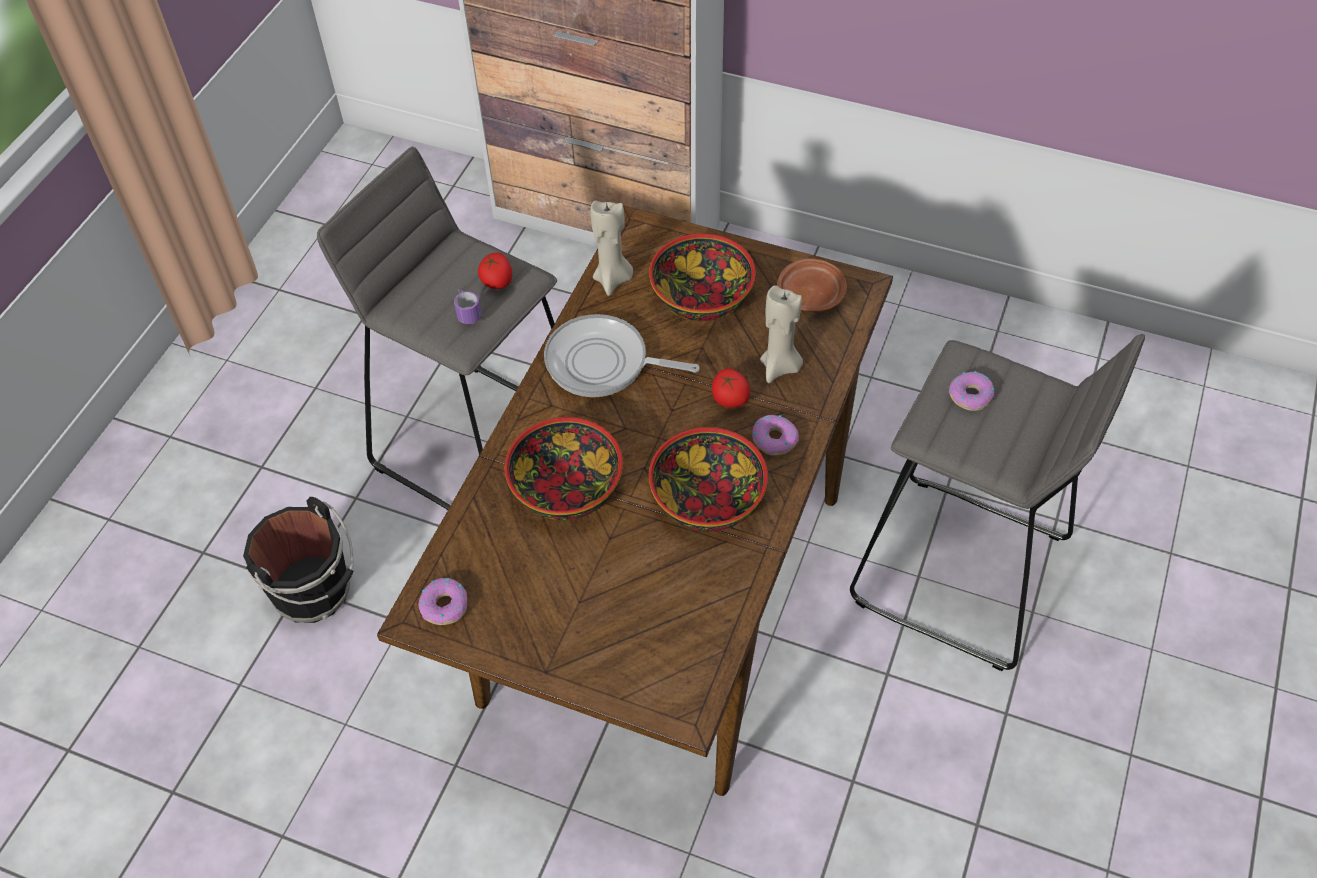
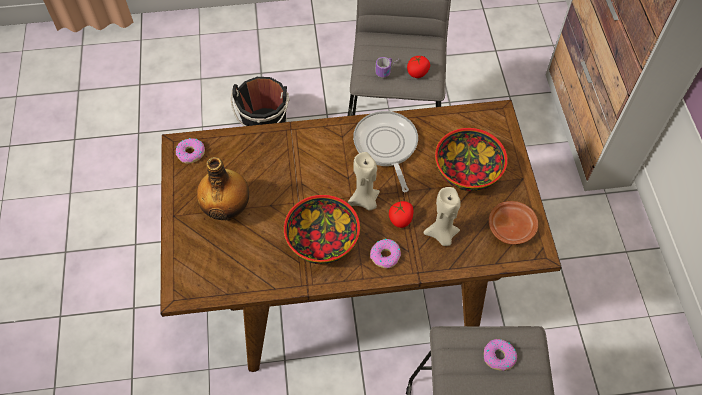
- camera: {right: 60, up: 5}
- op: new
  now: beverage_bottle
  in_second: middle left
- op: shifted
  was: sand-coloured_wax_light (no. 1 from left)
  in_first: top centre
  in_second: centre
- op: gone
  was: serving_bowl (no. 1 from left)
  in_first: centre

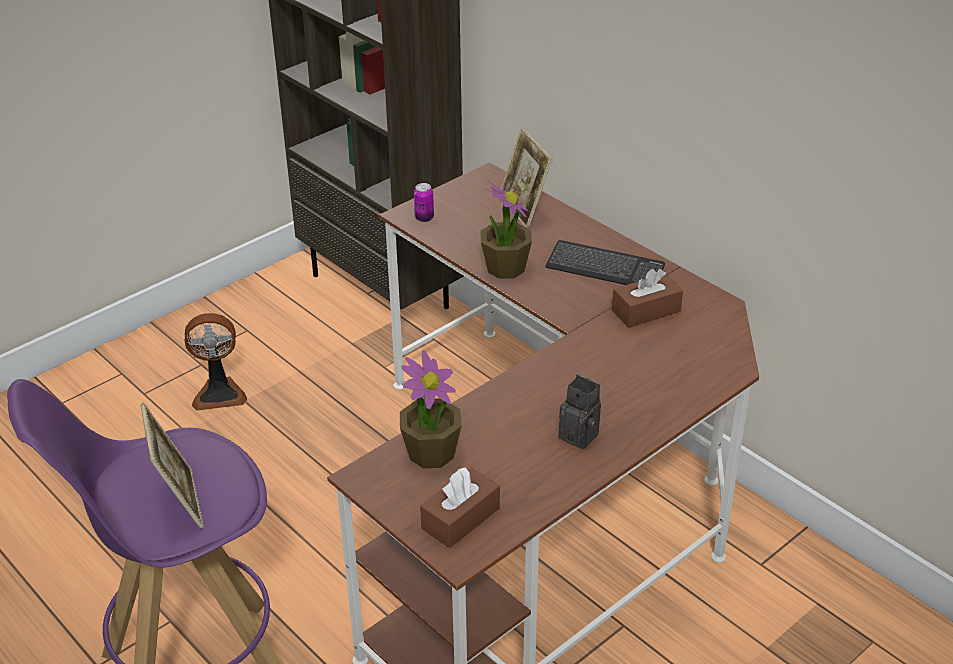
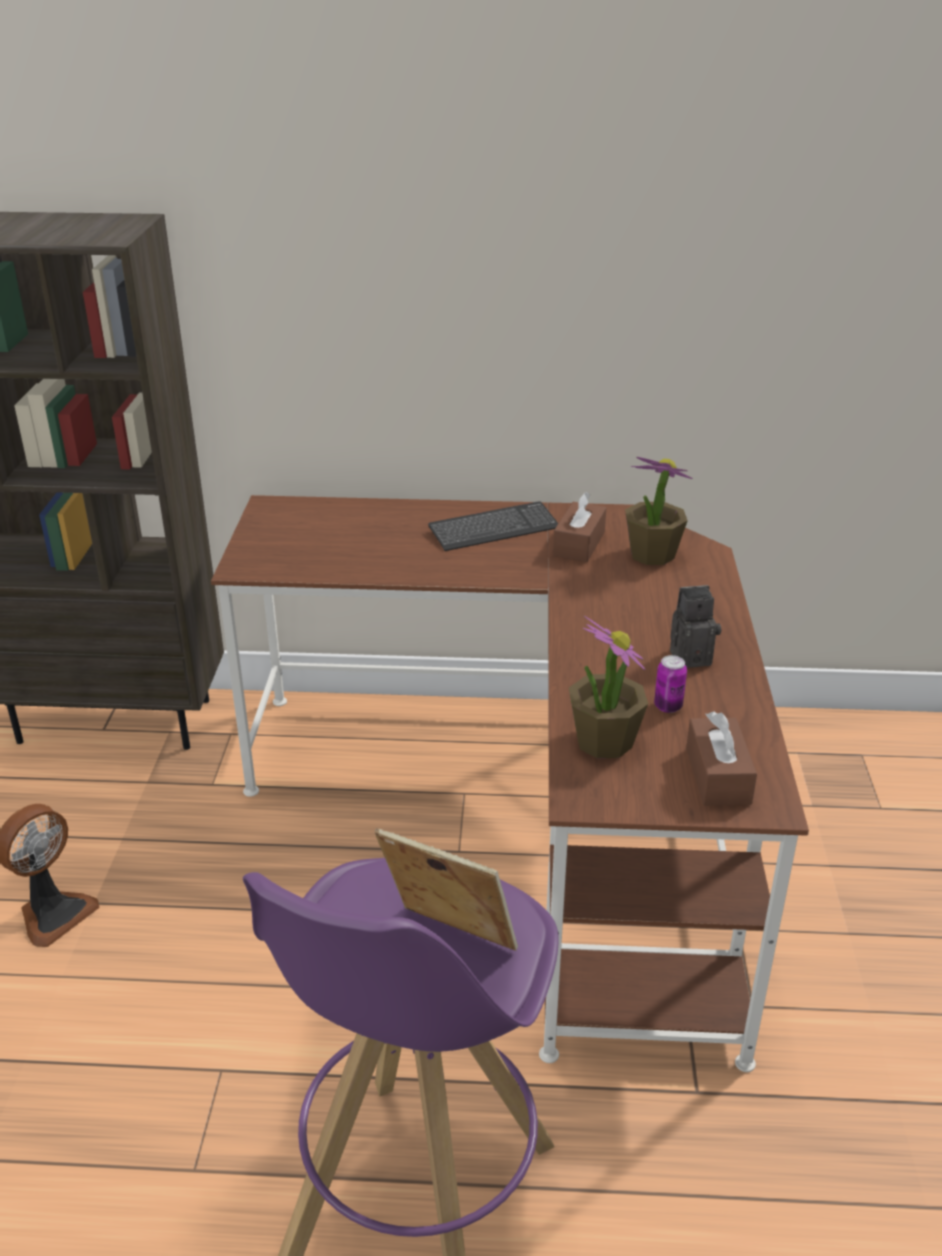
- camera: {right: -45, up: -5}
- op: shifted
  was: potted_plant (no. 2 from left)
  in_first: centre
  in_second: middle right
- op: shifted
  was: metal_can
  in_first: top centre
  in_second: middle right
- op: gone
  was: photo_frame (no. 2 from left)
  in_first: top centre

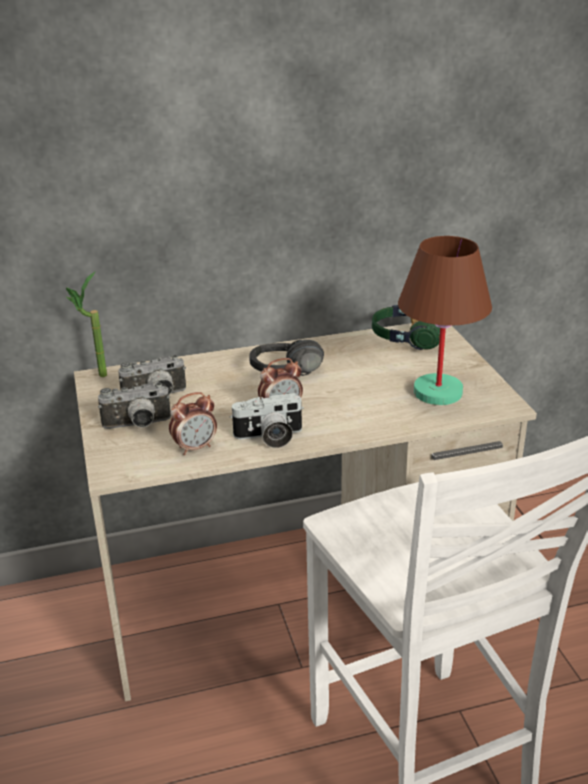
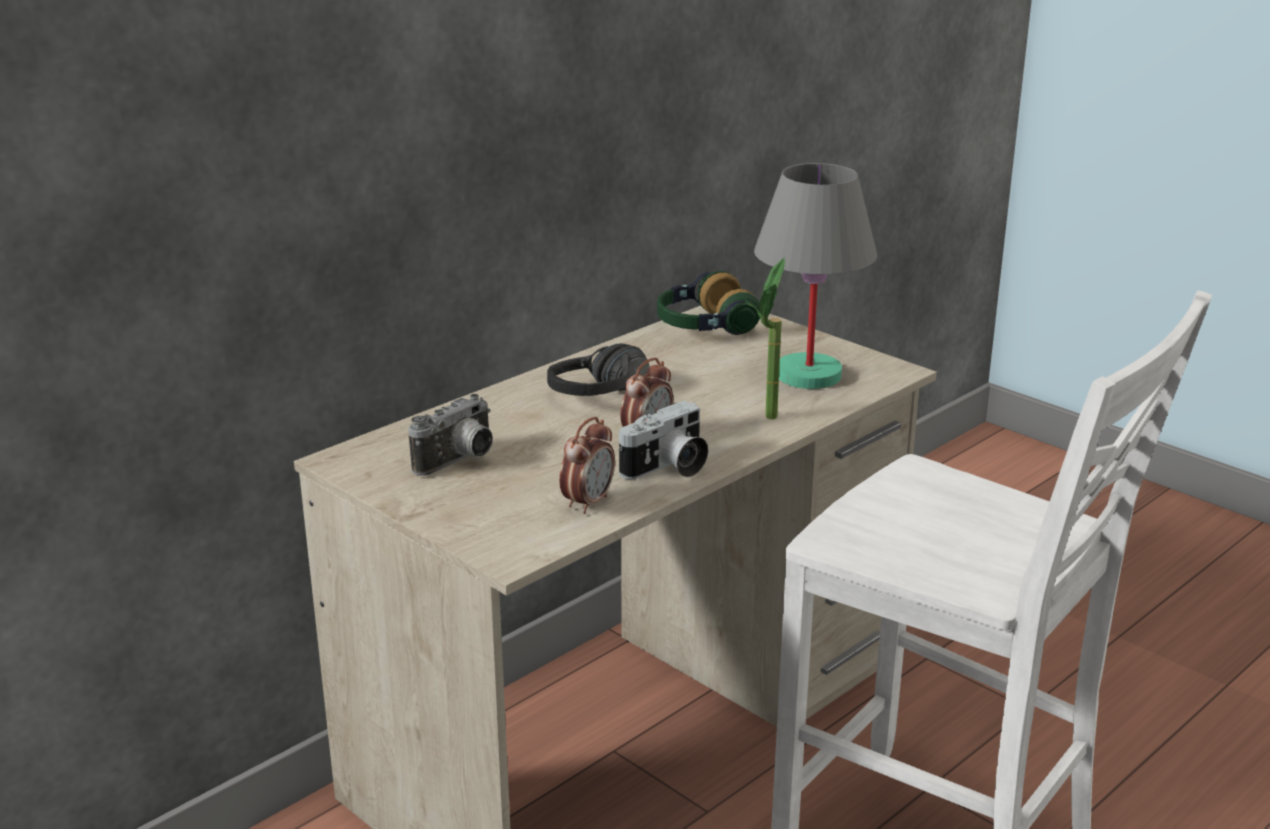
- camera: {right: -30, up: -5}
- op: shifted
  was: potted_plant
  in_first: middle left
  in_second: centre
- op: repainted
  was: brown-coloured_lamp_for_a_table
  now: greyish_lamp_for_a_table
  in_first: middle right
  in_second: top centre
- op: gone
  was: still_camera (no. 1 from left)
  in_first: middle left

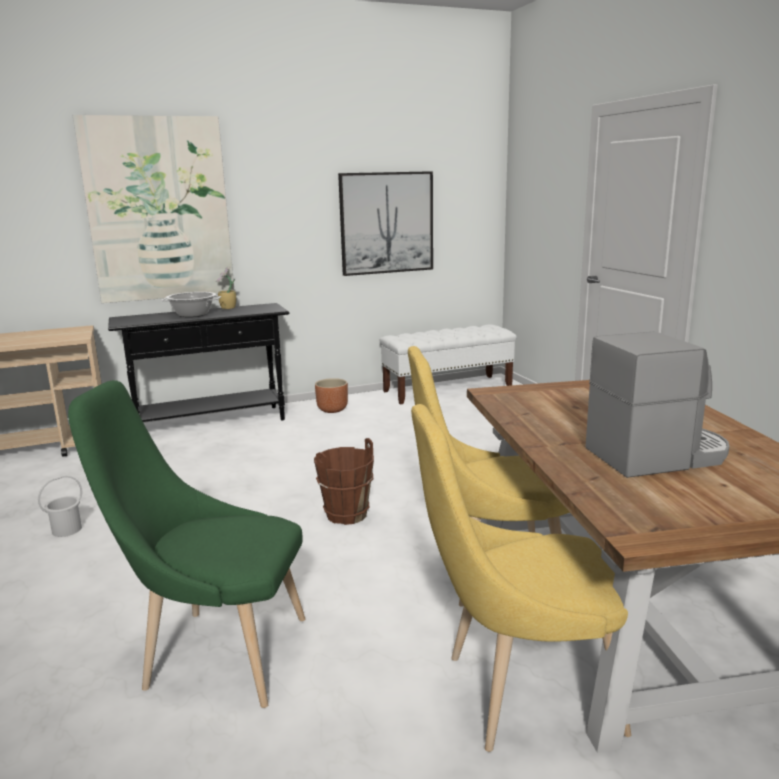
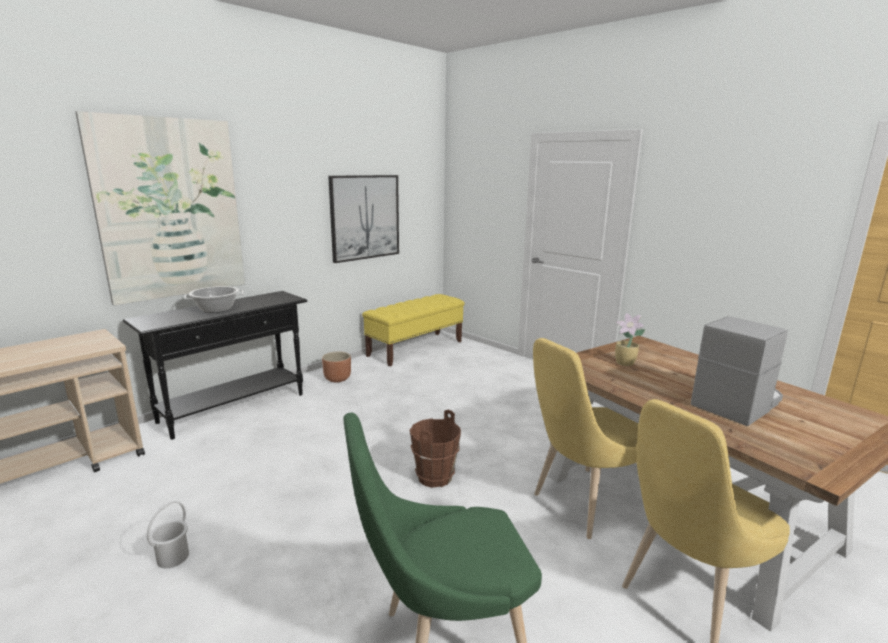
- camera: {right: -25, up: 0}
- op: repainted
  was: whitish_bench
  now: yellowish_bench
  in_first: centre
  in_second: centre
- op: shifted
  was: potted_plant
  in_first: middle left
  in_second: middle right

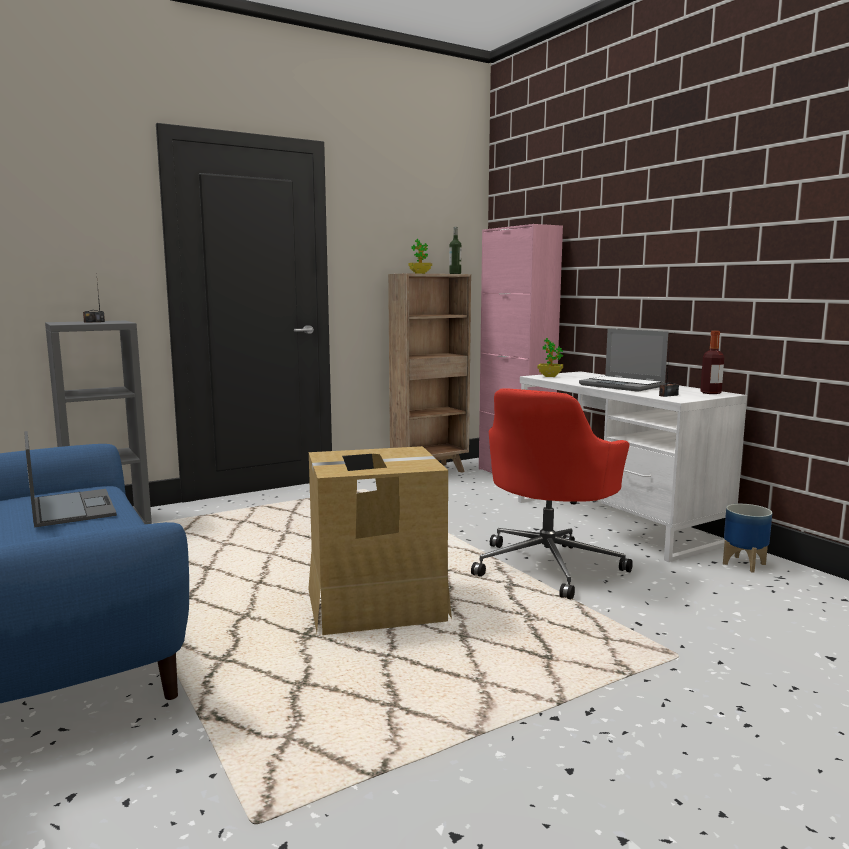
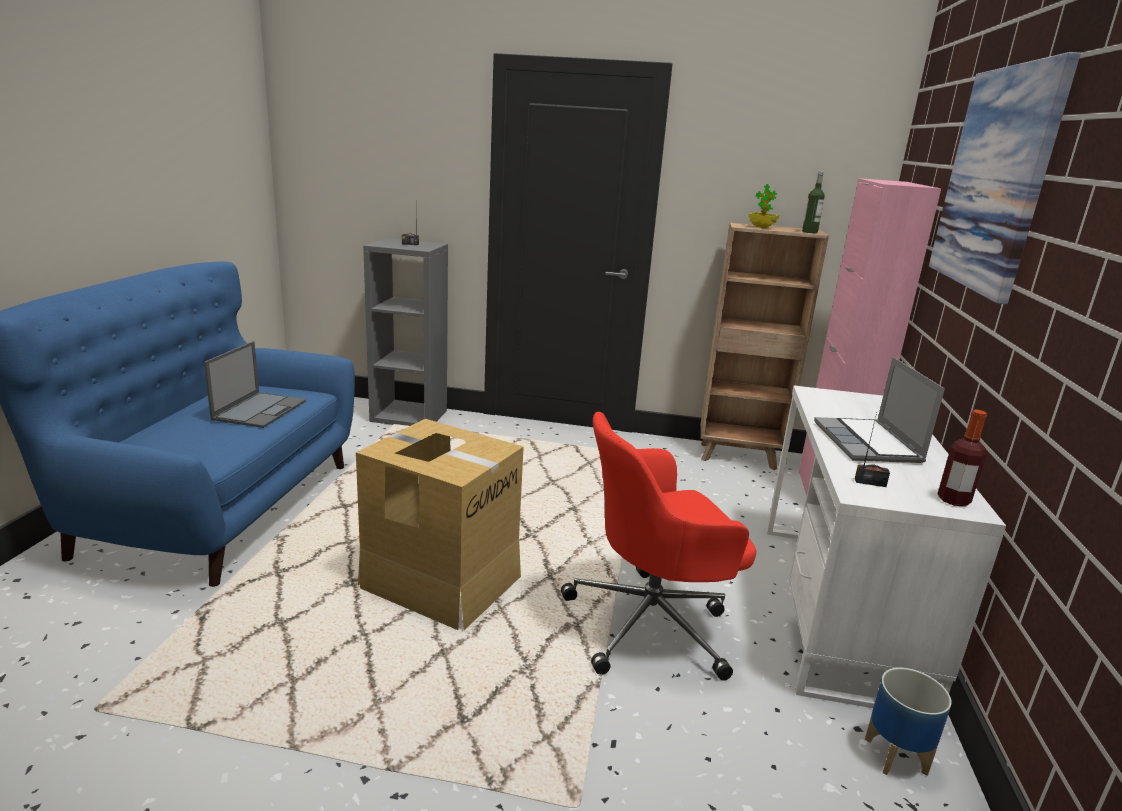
- camera: {right: 40, up: 10}
- op: new
  now: wall_art
  in_second: top right
- op: gone
  was: potted_plant (no. 2 from left)
  in_first: centre

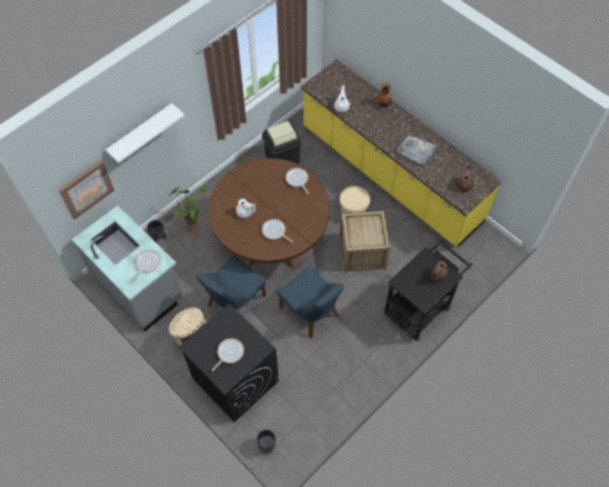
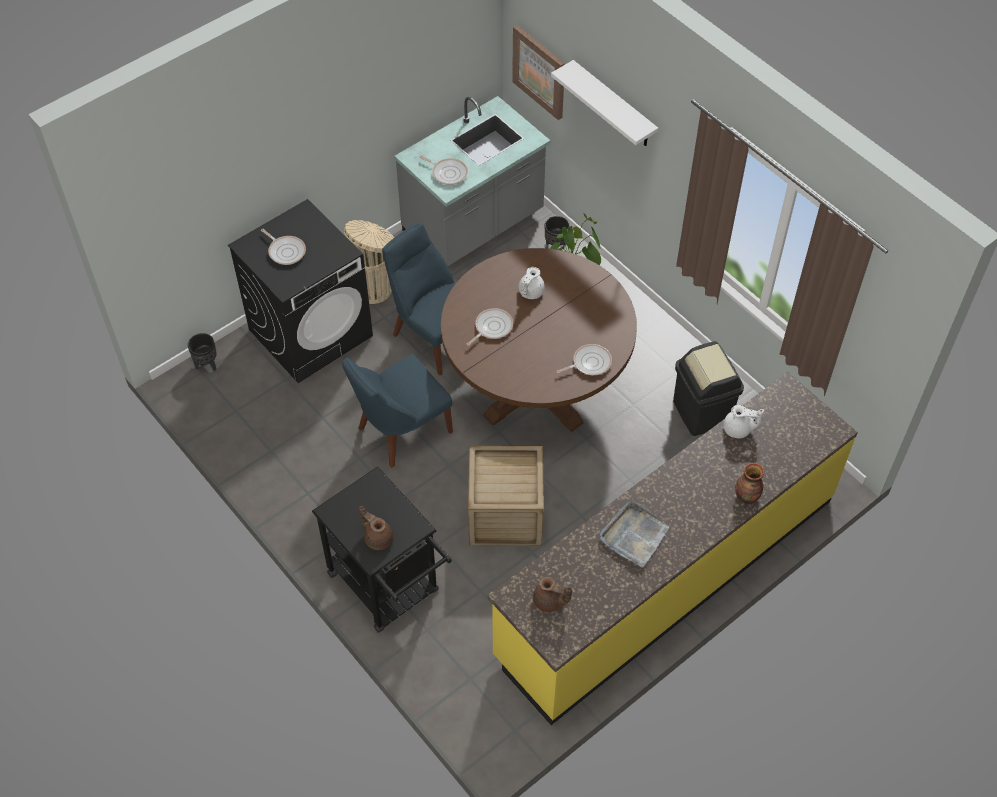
- camera: {right: 95, up: -5}
- op: gone
  was: sand-coloured_pail
  in_first: centre

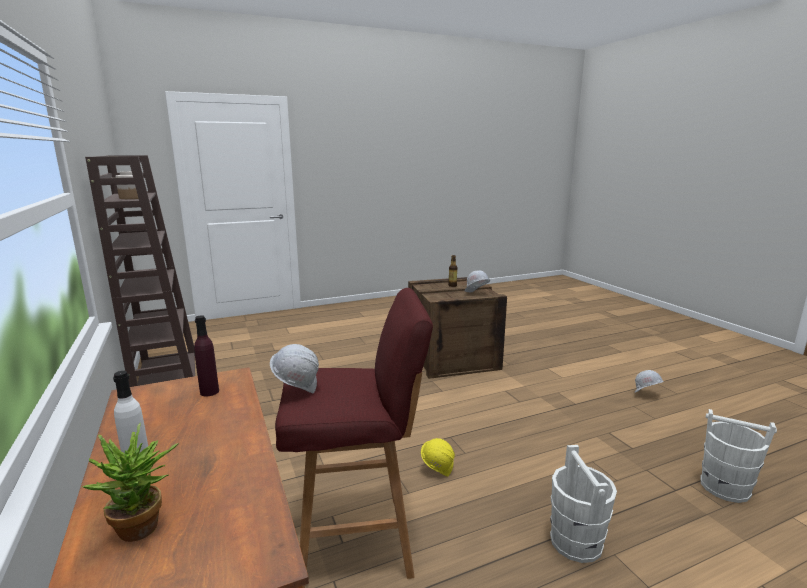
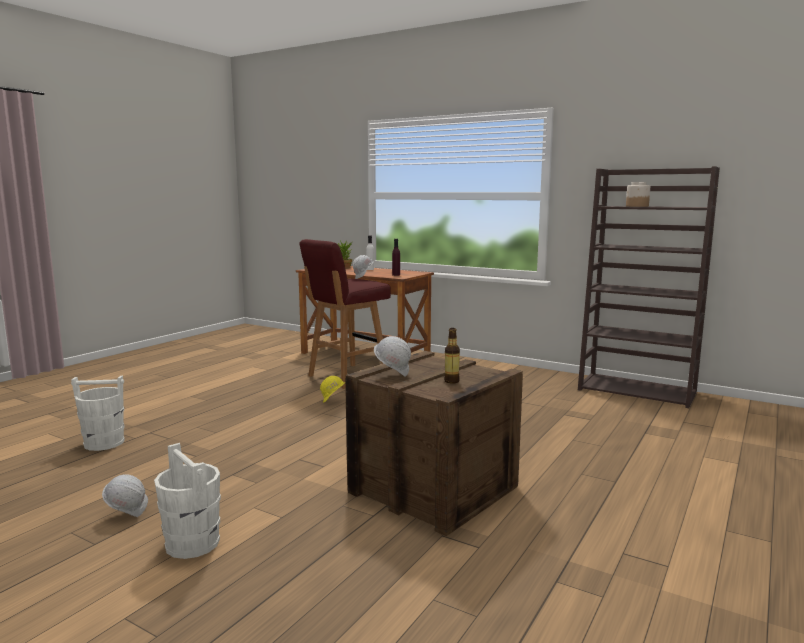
- camera: {right: 145, up: -5}
- op: shifted
  was: whitish_pail (no. 1 from left in the first image)
  now: whitish_pail (no. 2 from left)
  in_first: bottom right
  in_second: bottom left

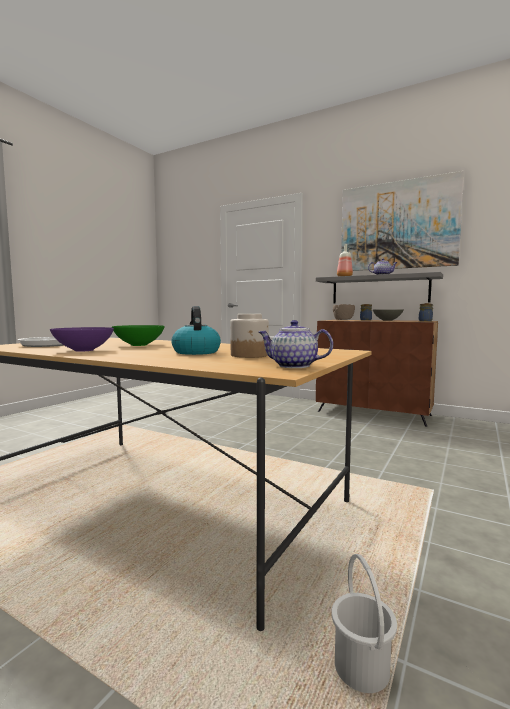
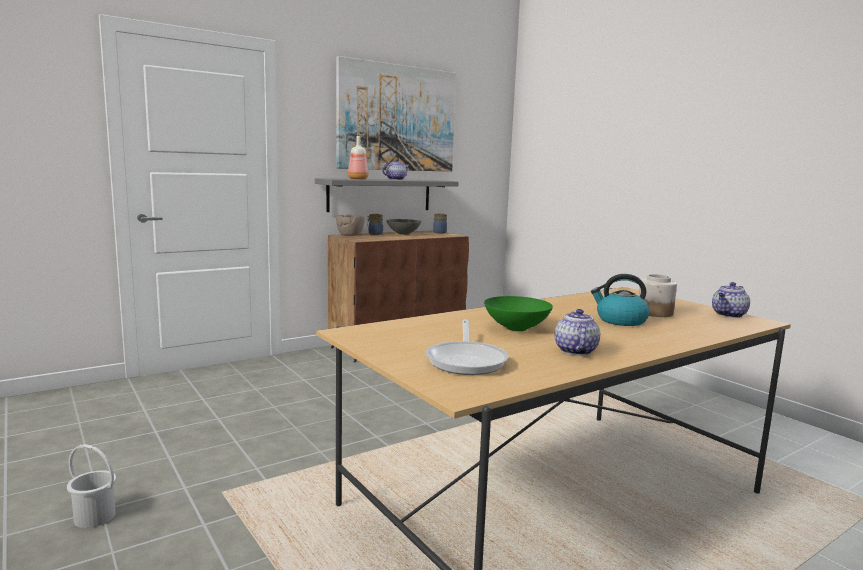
- camera: {right: -65, up: 5}
- op: shifted
  was: whitish_pail
  in_first: bottom right
  in_second: bottom left
- op: swapped
  was: purplish_serving_bowl
  now: tea_pot (no. 2 from left)
  in_first: middle left
  in_second: middle right

